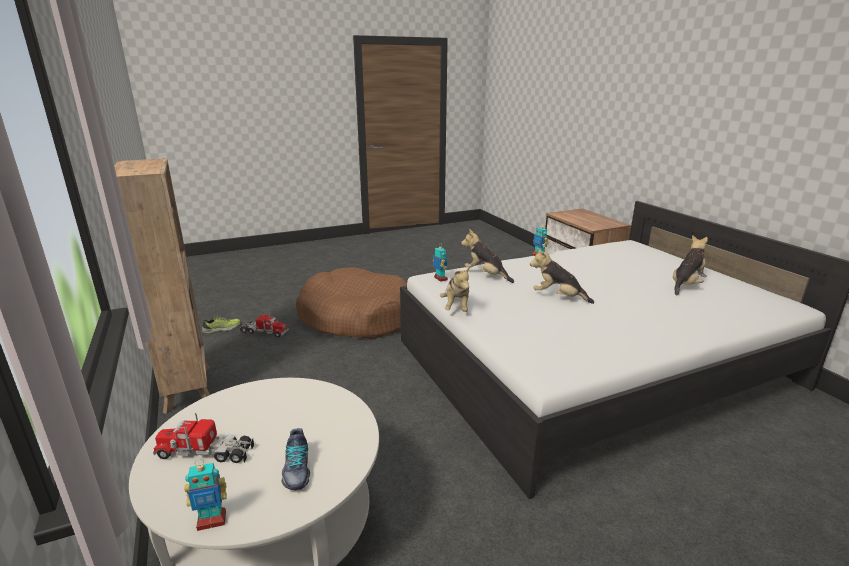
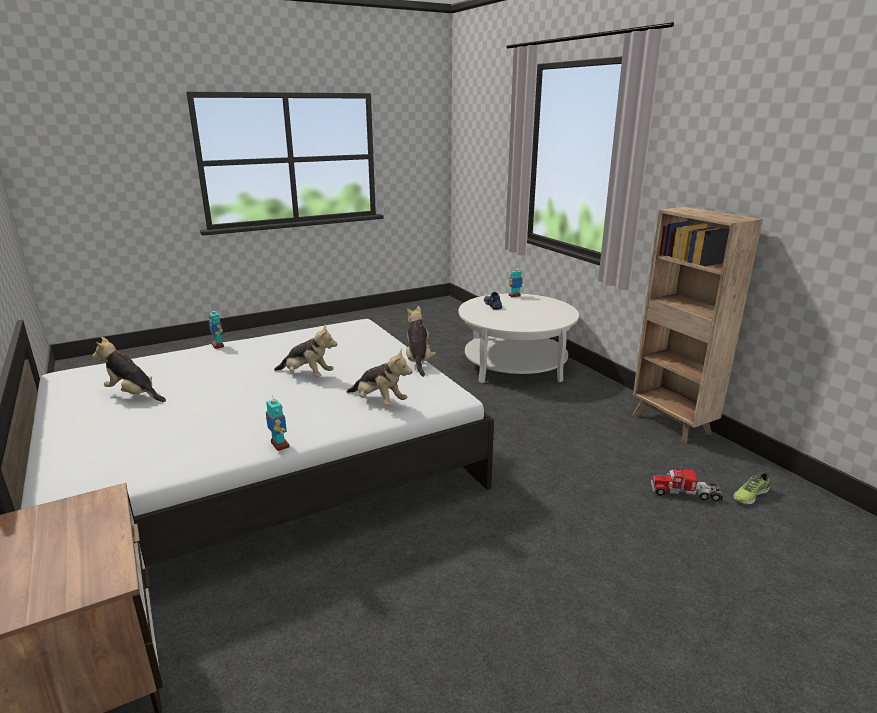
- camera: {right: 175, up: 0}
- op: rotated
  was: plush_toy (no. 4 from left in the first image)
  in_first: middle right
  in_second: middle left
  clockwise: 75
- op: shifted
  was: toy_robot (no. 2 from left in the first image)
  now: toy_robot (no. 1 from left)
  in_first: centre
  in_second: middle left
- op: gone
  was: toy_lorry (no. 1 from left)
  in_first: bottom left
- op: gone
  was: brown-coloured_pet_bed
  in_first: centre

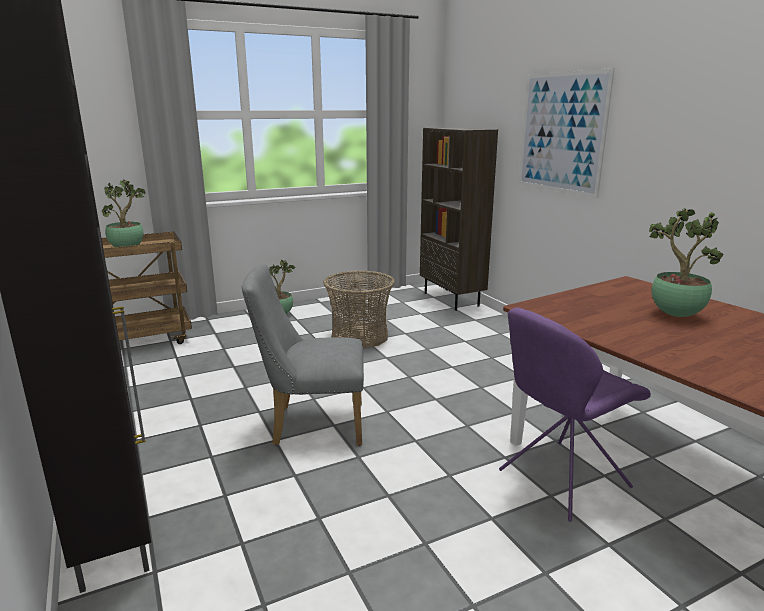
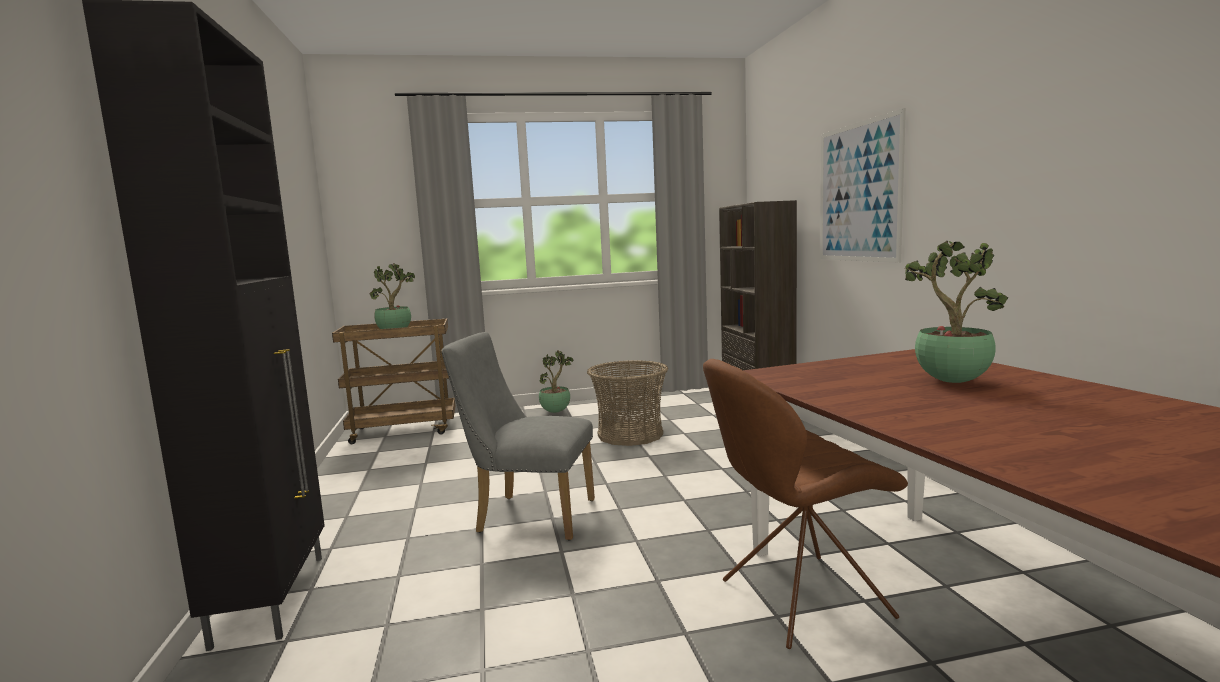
- camera: {right: 15, up: -10}
- op: repainted
  was: purplish_upright_chair
  now: brown-coloured_upright_chair
  in_first: bottom right
  in_second: bottom centre

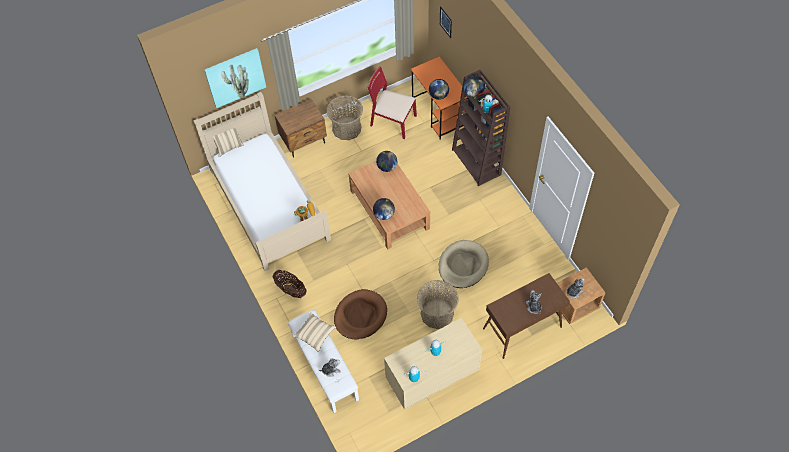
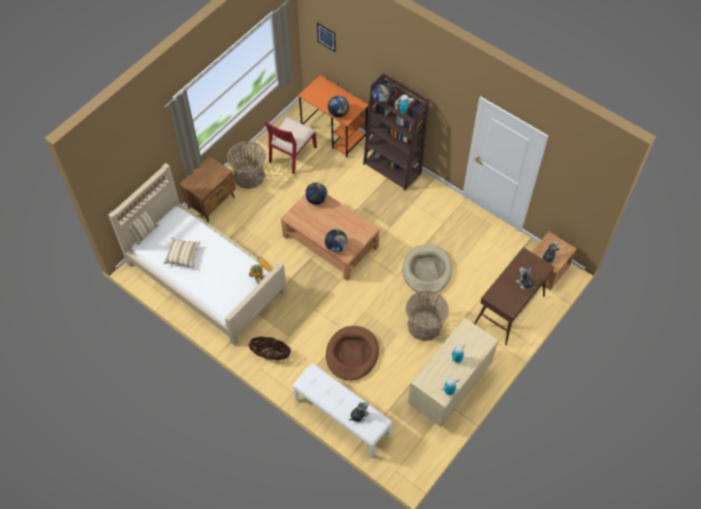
- camera: {right: -25, up: 0}
- op: shifted
  was: sand-coloured_pillow (no. 2 from left)
  in_first: bottom centre
  in_second: middle left
- op: rotated
  was: red-coloured_upright_chair
  in_first: top centre
  in_second: top centre
  clockwise: -60
- op: gone
  was: wall_art (no. 1 from left)
  in_first: top left

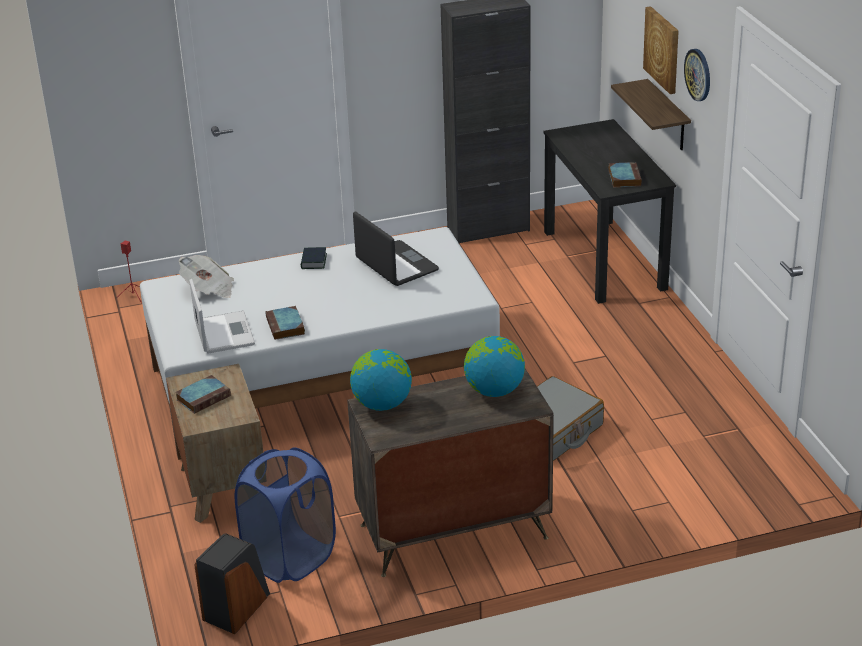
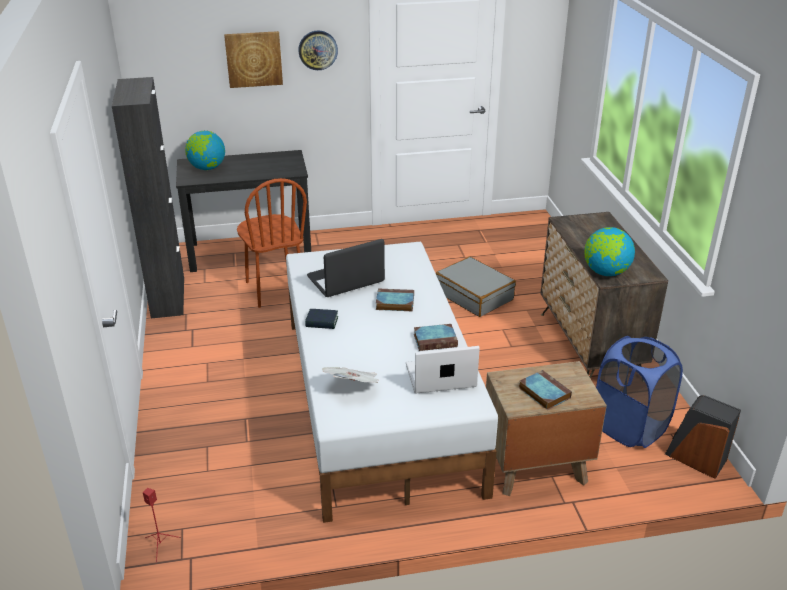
- camera: {right: -85, up: 0}
- op: shifted
  was: globe (no. 2 from left in the first image)
  now: globe (no. 1 from left)
  in_first: centre
  in_second: top left
- op: new
  now: brown-coloured_upright_chair
  in_second: centre
- op: shifted
  was: volume (no. 4 from left in the first image)
  now: volume (no. 2 from left)
  in_first: top right
  in_second: centre
- op: gone
  was: bracket_shelf
  in_first: top right

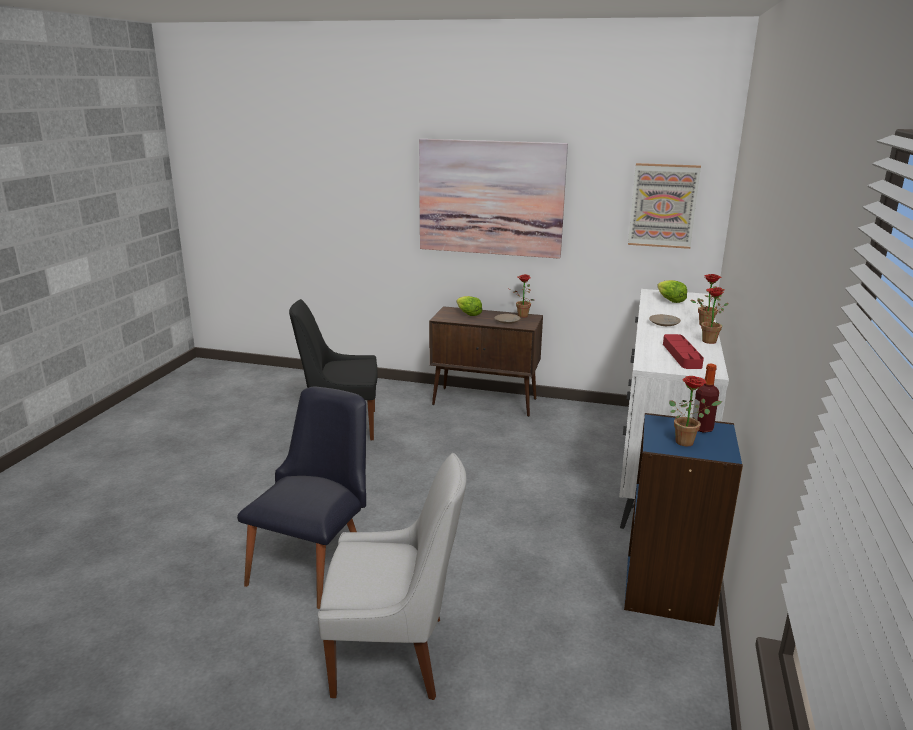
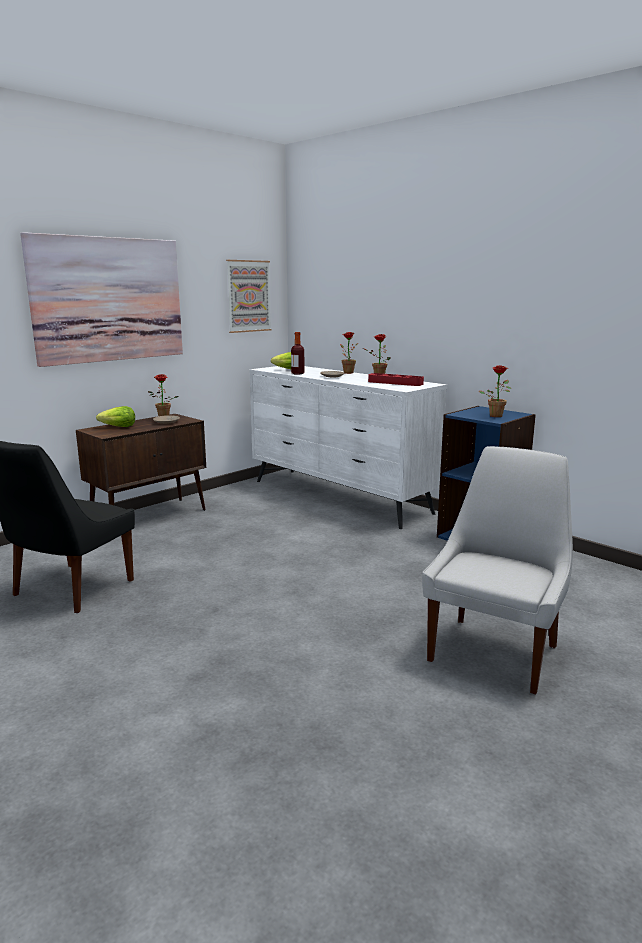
- camera: {right: -60, up: -5}
- op: shifted
  was: beverage_bottle
  in_first: middle right
  in_second: centre
- op: gone
  was: black-coloured_upright_chair (no. 1 from left)
  in_first: bottom left

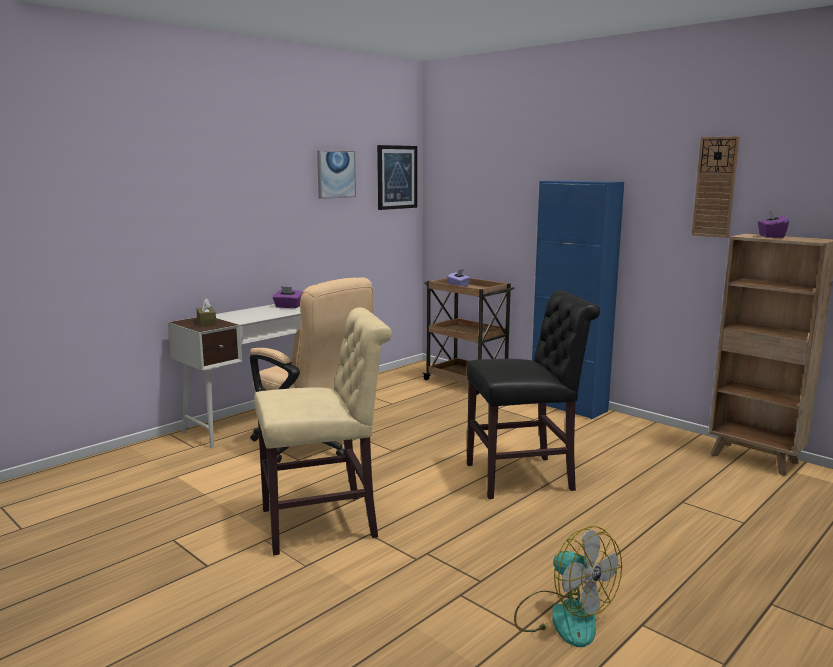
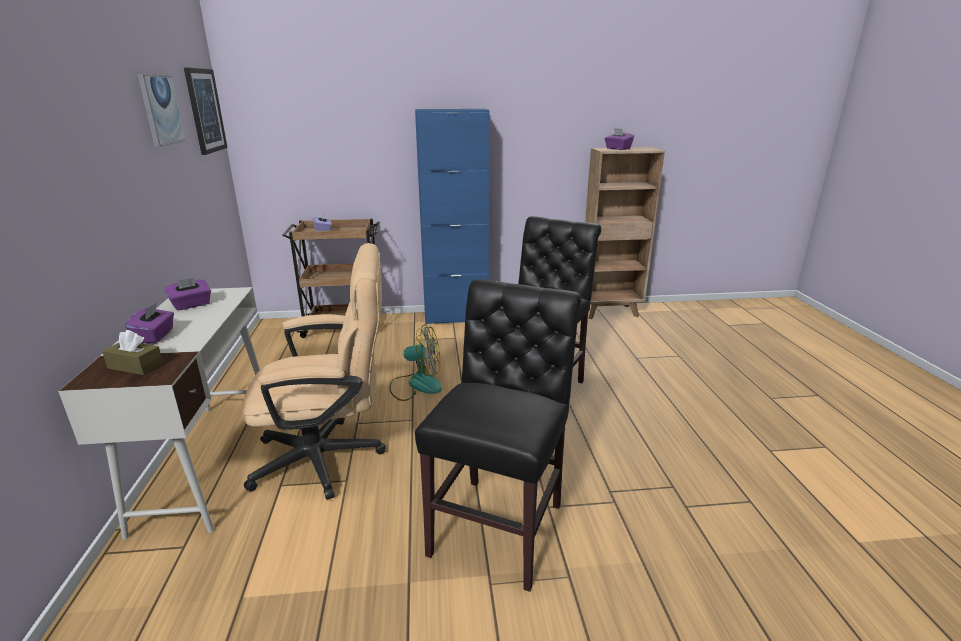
- camera: {right: -50, up: 10}
- op: new
  now: purplish_tissue_box (no. 1 from left)
  in_second: middle left
- op: shifted
  was: fan
  in_first: bottom right
  in_second: centre
- op: repainted
  was: sand-coloured_upright_chair
  now: black-coloured_upright_chair (no. 1 from left)
  in_first: centre
  in_second: bottom centre
- op: gone
  was: wall_clock
  in_first: top right

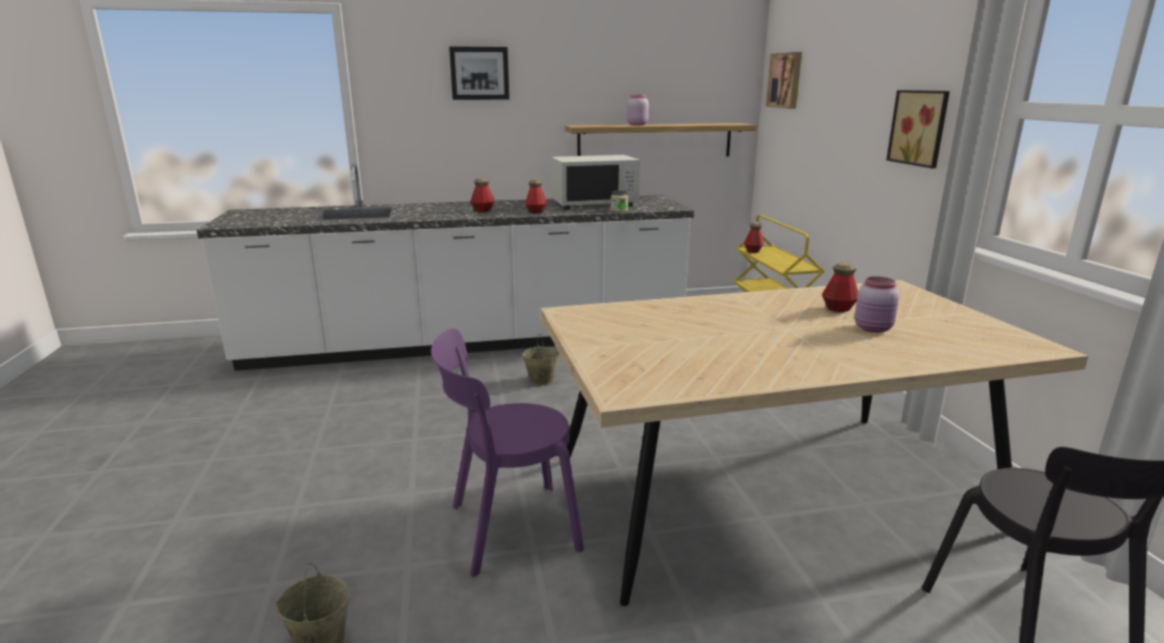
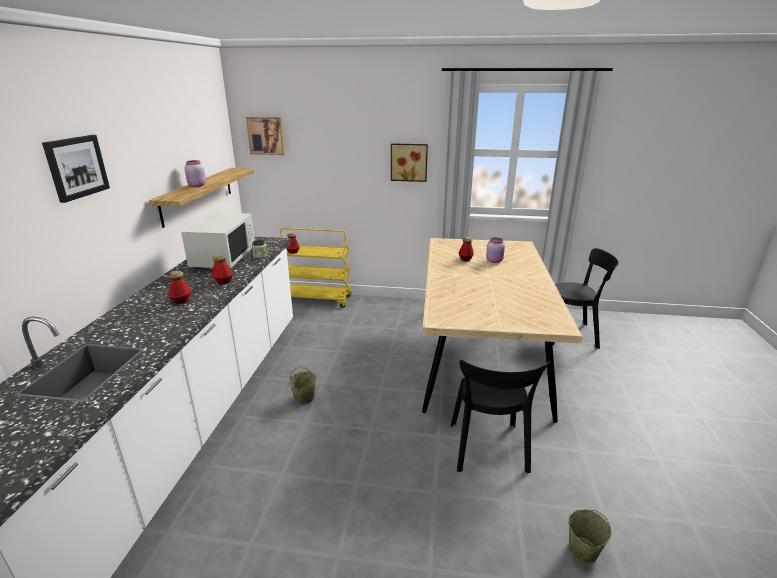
- camera: {right: -70, up: 5}
- op: repainted
  was: purplish_upright_chair
  now: black-coloured_upright_chair (no. 1 from left)
  in_first: bottom centre
  in_second: bottom centre

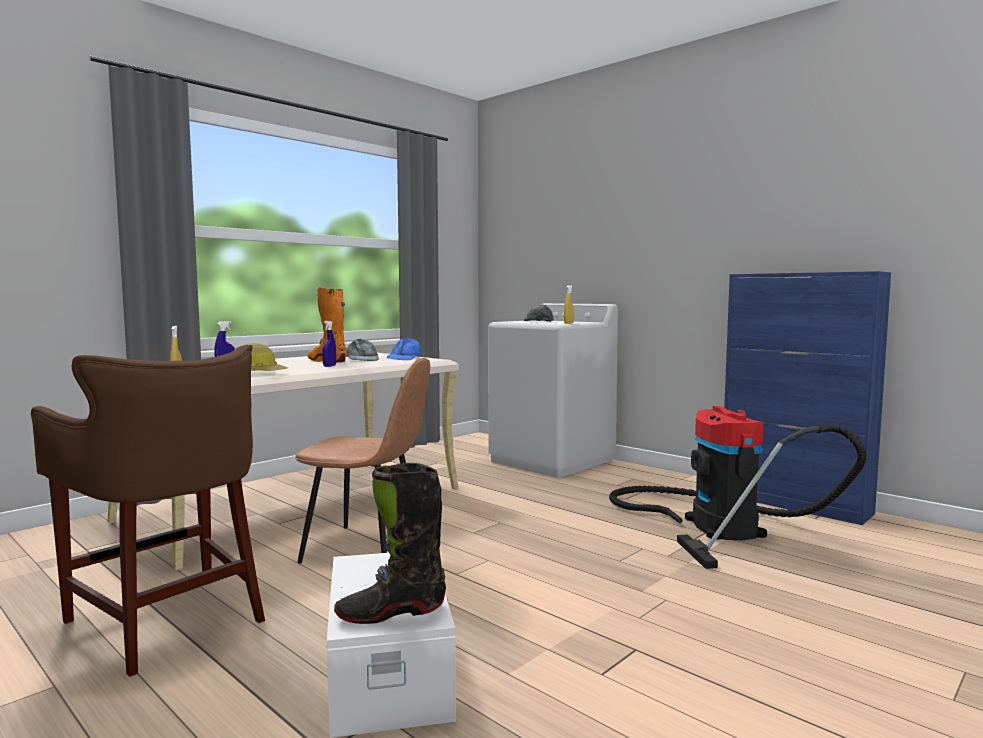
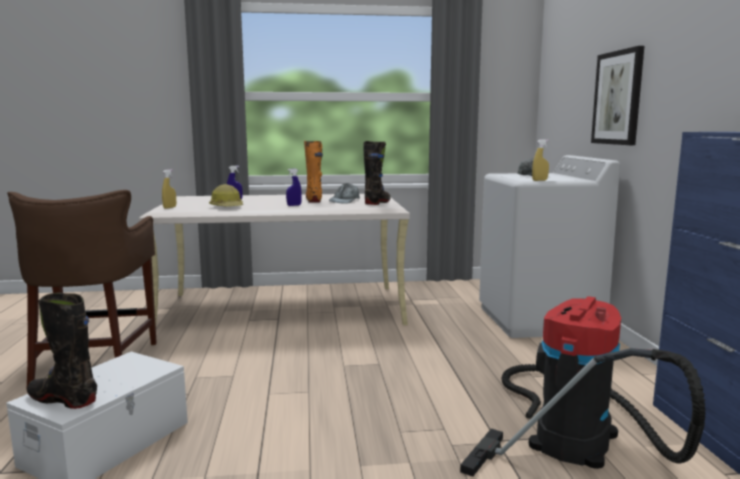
- camera: {right: 40, up: 5}
- op: swapped
  was: blue-coloured_baseball_cap
  now: black-coloured_tall_boot (no. 2 from left)
  in_first: centre
  in_second: centre
- op: new
  now: wall_art
  in_second: top right
- op: gone
  was: brown-coloured_upright_chair
  in_first: centre

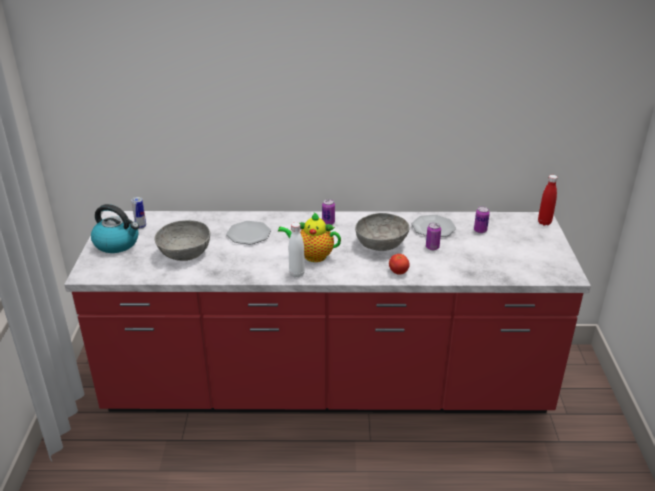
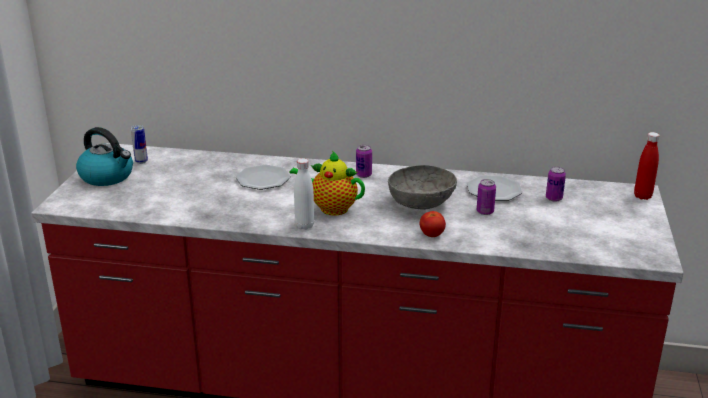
- camera: {right: 10, up: -5}
- op: gone
  was: greyish_serving_bowl (no. 1 from left)
  in_first: middle left

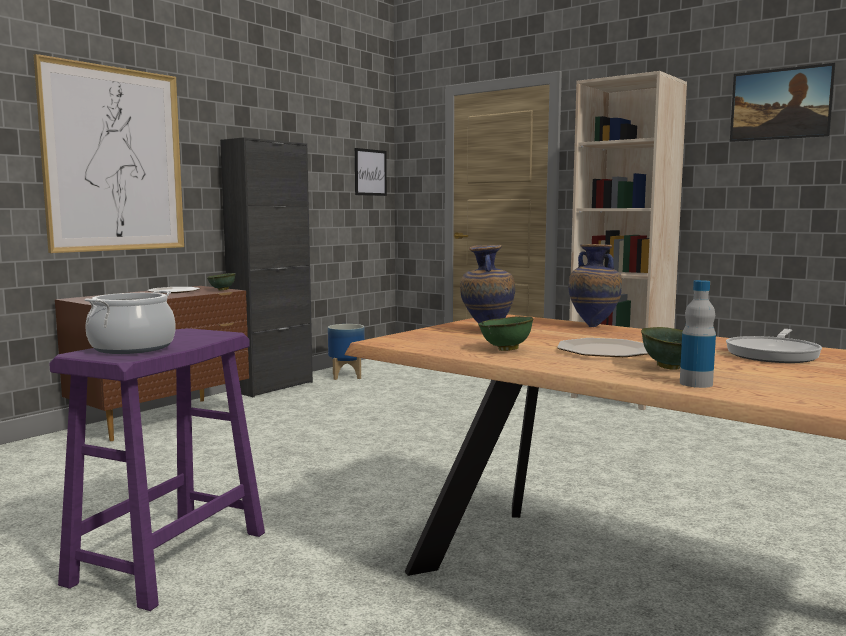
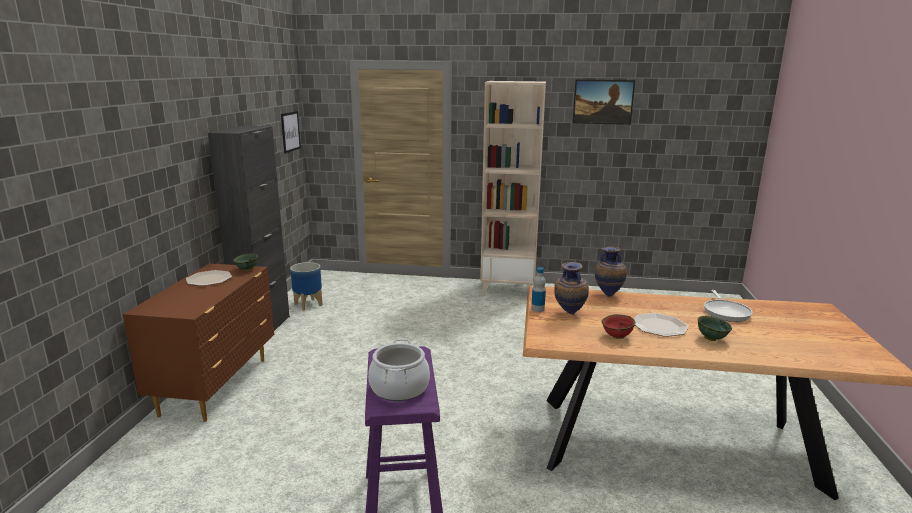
- camera: {right: -30, up: 10}
- op: shifted
  was: beverage_bottle
  in_first: middle right
  in_second: centre
- op: repainted
  was: green-coloured_serving_bowl (no. 2 from left)
  now: red-coloured_serving_bowl
  in_first: centre
  in_second: middle right
- op: gone
  was: wall_art (no. 1 from left)
  in_first: top left

